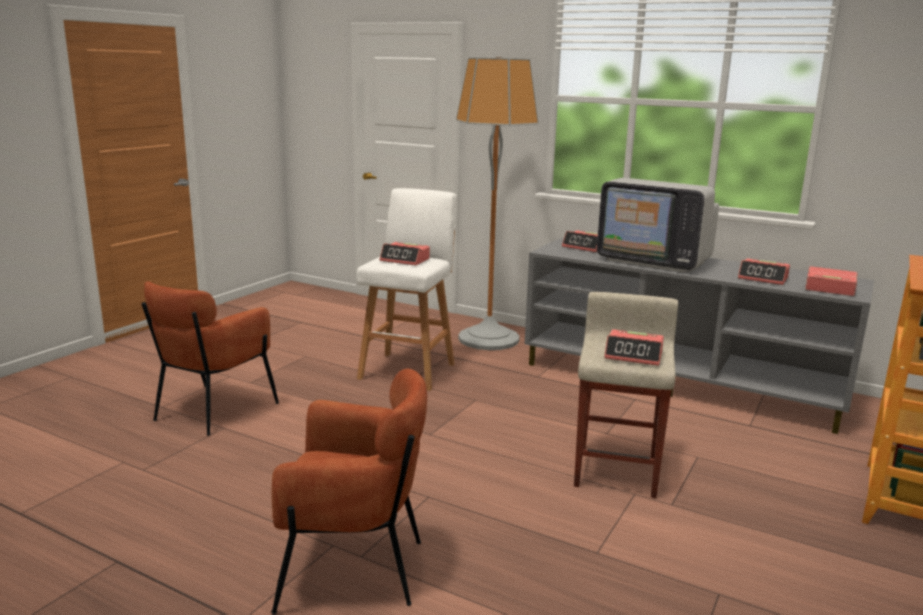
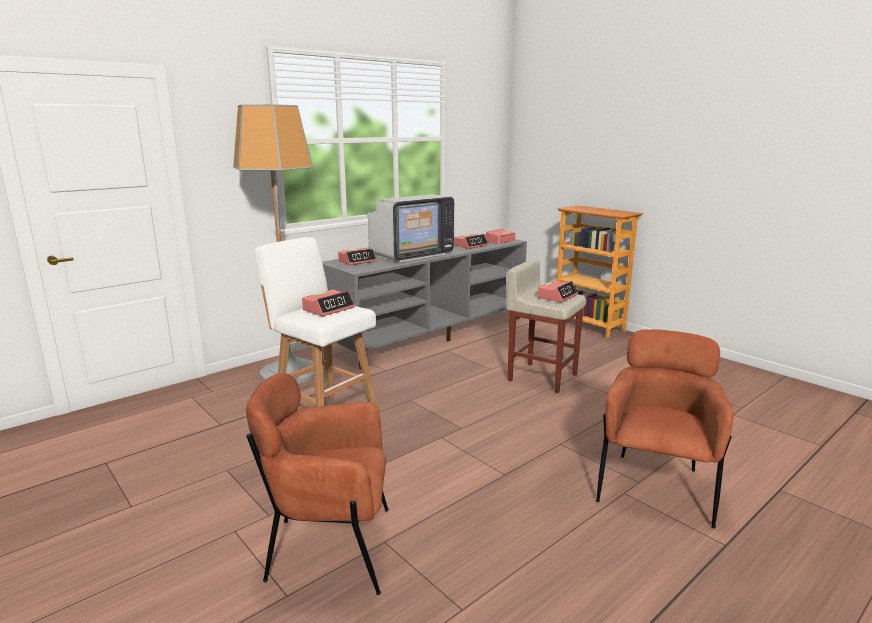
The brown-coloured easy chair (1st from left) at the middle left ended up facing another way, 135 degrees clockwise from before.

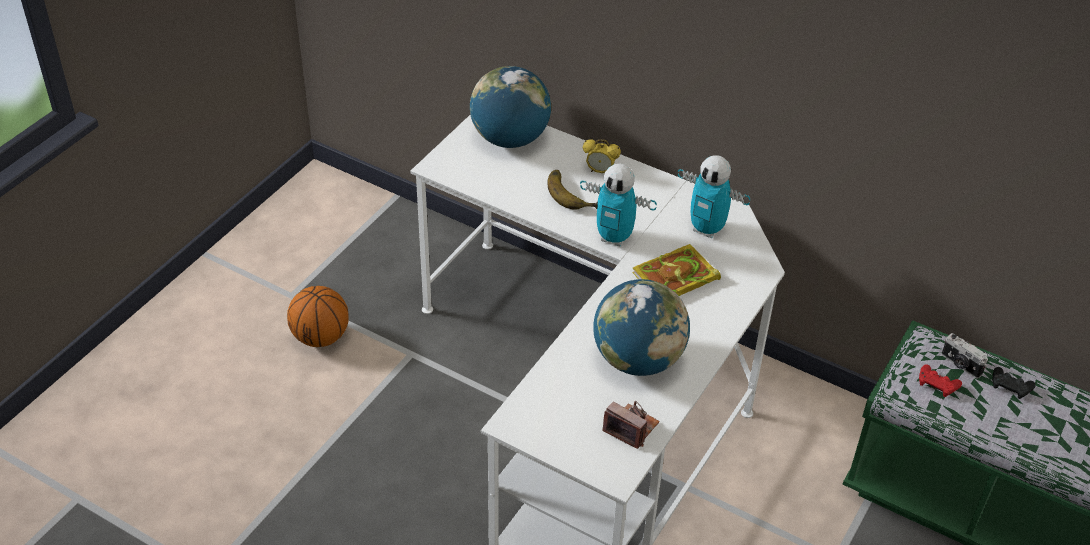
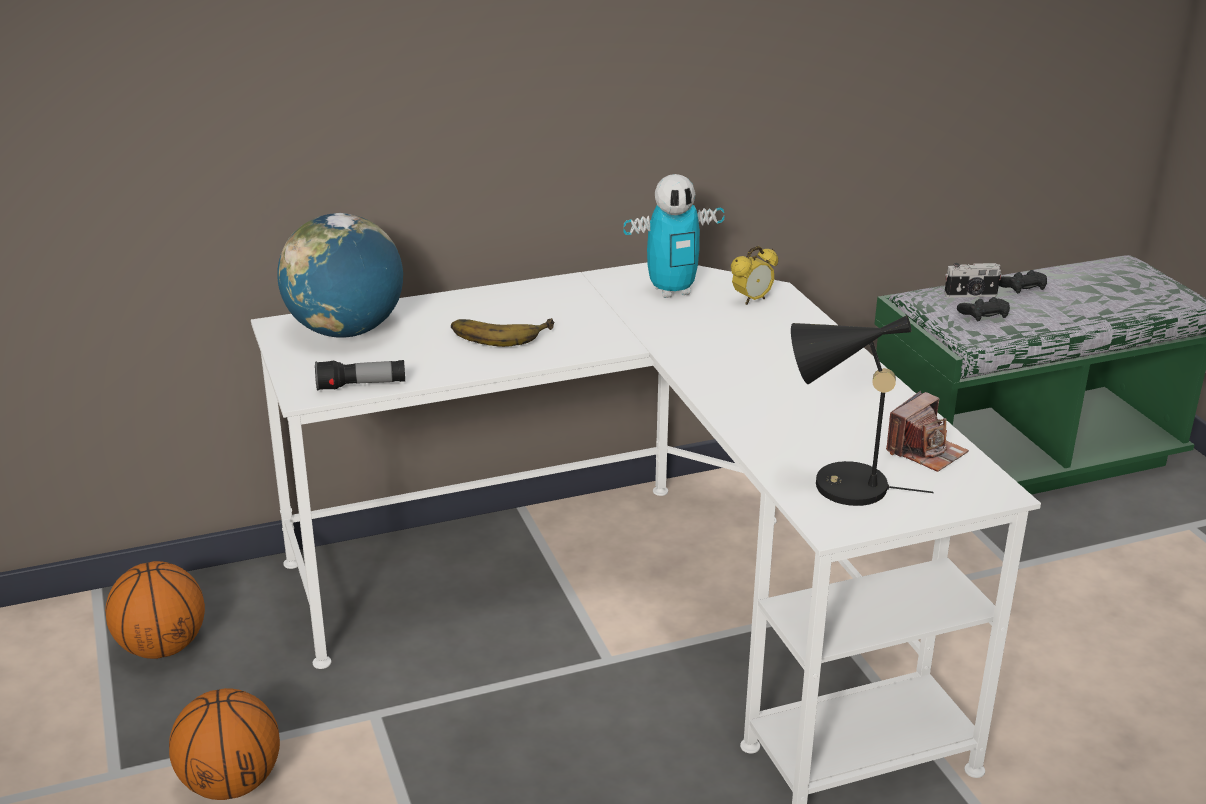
The alarm clock ended up elsewhere, having gone from the top centre to the centre. The second view lost the robot figure (1st from left) at the centre. The second view lost the book at the centre. The second view lost the desk globe (2nd from left) at the centre. What was the reddish game controller at the bottom right turned into the blackish game controller (1st from left) at the middle right. The still camera (1st from left) at the bottom centre ended up facing another way, 150 degrees clockwise from before. The second view gained the blackish tabletop lamp at the middle right. The second view gained the flashlight at the middle left. The second view gained the basketball ball (1st from left) at the bottom left.

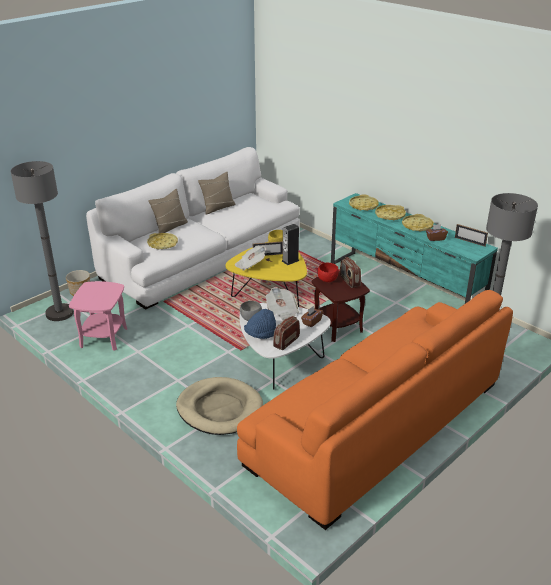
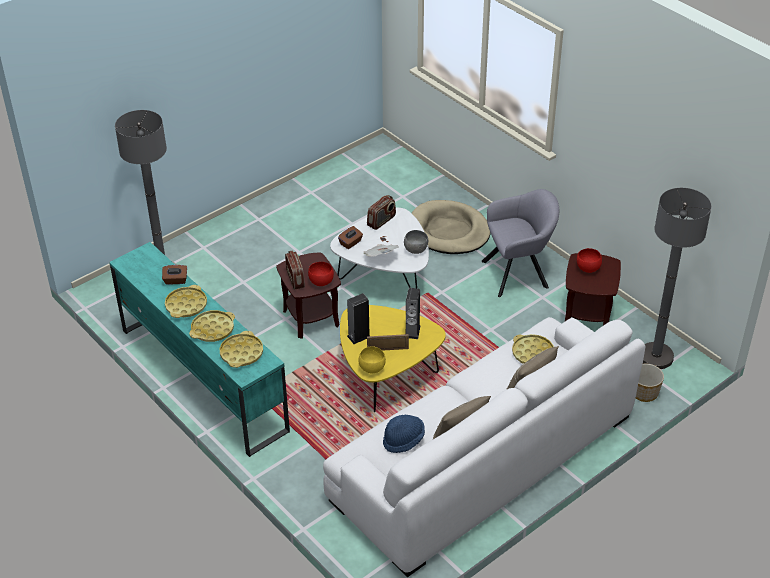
The second view lost the picture frame (2nd from left) at the middle right. Where the daily paper (1st from left) stood at the centre, the audio speaker (2nd from left) came to stand at the centre. What was the pink accent table at the middle left turned into the brown-coloured accent table (2nd from left) at the middle right. The second view lost the orangey settee at the bottom right. The blue clothing hat ended up elsewhere, having gone from the centre to the bottom centre. The second view gained the gray easy chair at the middle right. The second view gained the reddish bowl (2nd from left) at the middle right.

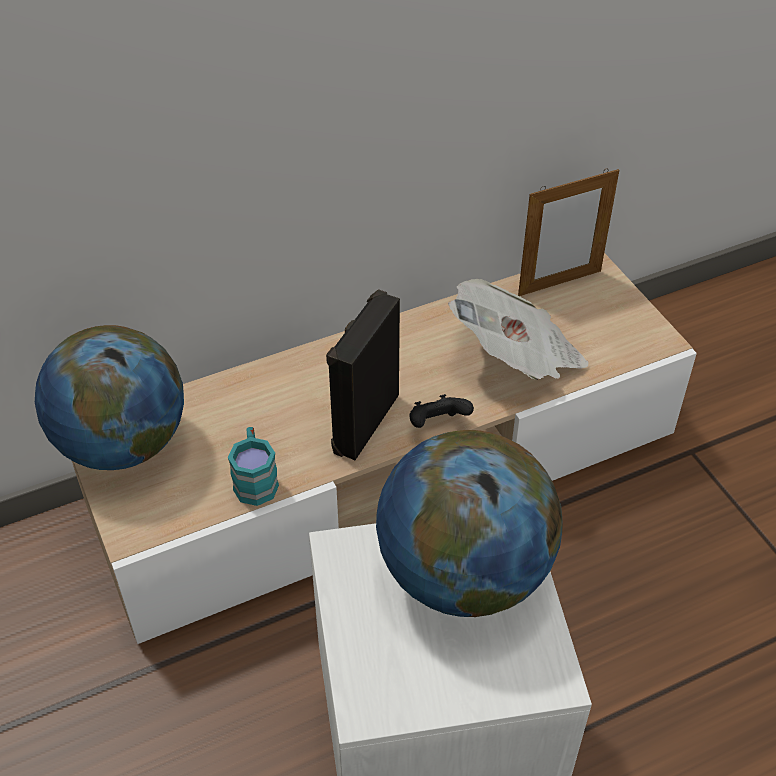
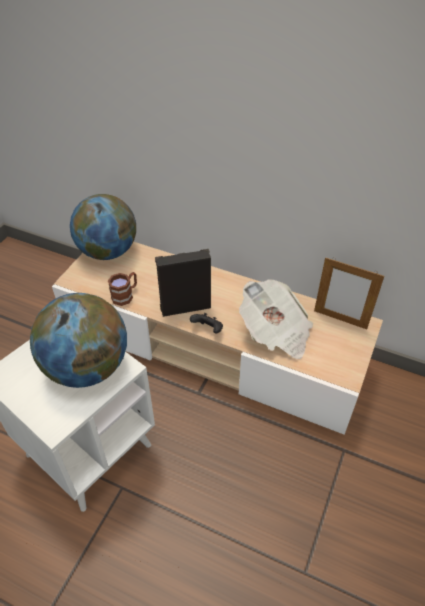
What was the blue-green tea mug at the middle left turned into the brown-coloured tea mug at the middle left.

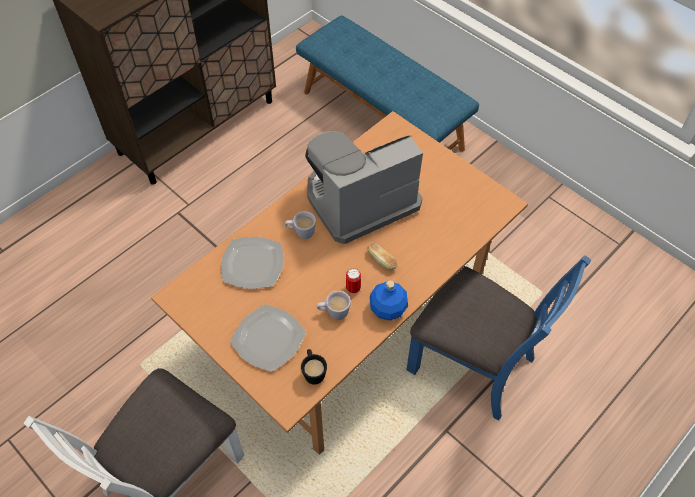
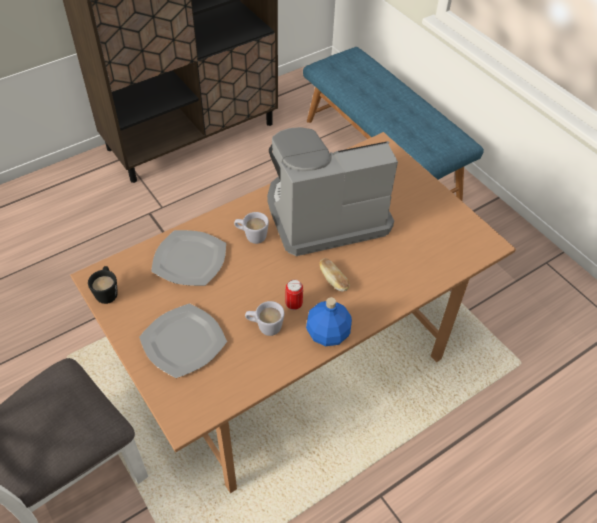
The second view lost the blue upright chair at the bottom right. The blackish tea mug ended up elsewhere, having gone from the bottom centre to the middle left.

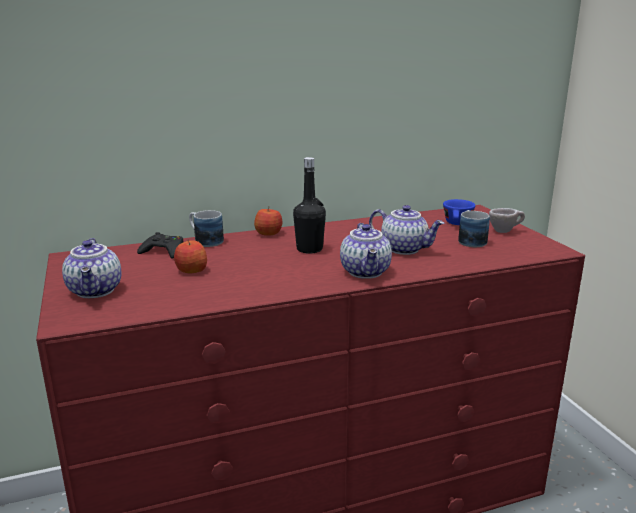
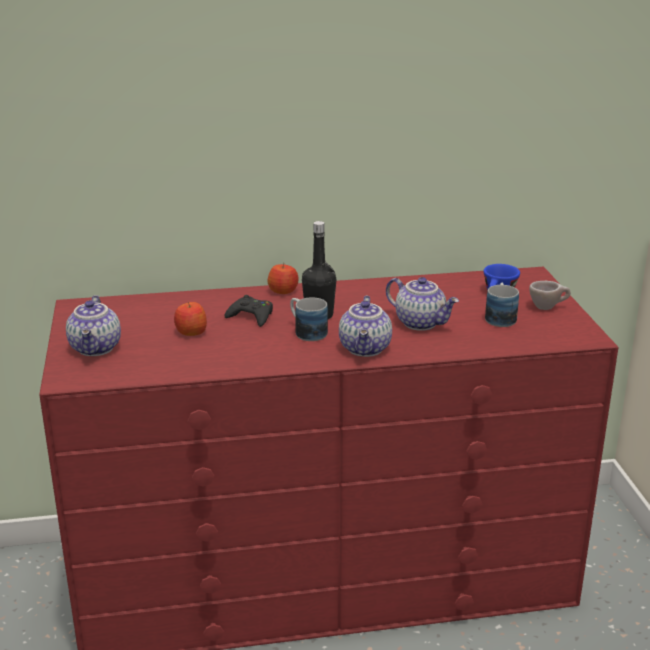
The tea mug (1st from left) ended up elsewhere, having gone from the middle left to the centre. The blackish game controller ended up elsewhere, having gone from the middle left to the centre.

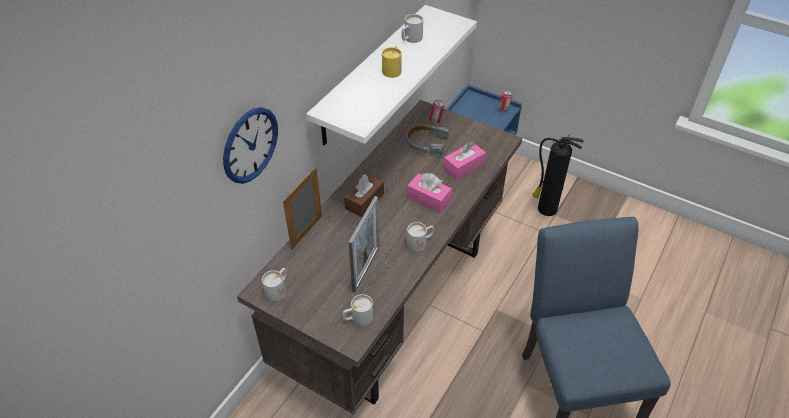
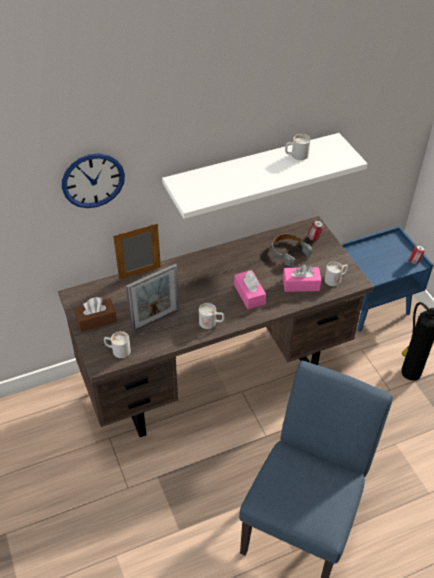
The second view lost the yellow-coloured tea mug at the top centre. The brown-coloured tissue holder ended up elsewhere, having gone from the centre to the middle left. The white tea mug (1st from left in the first image) ended up elsewhere, having gone from the bottom centre to the middle right.

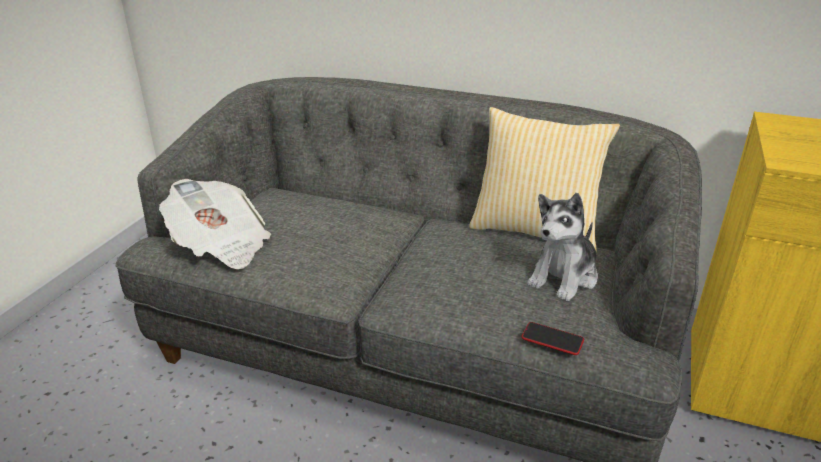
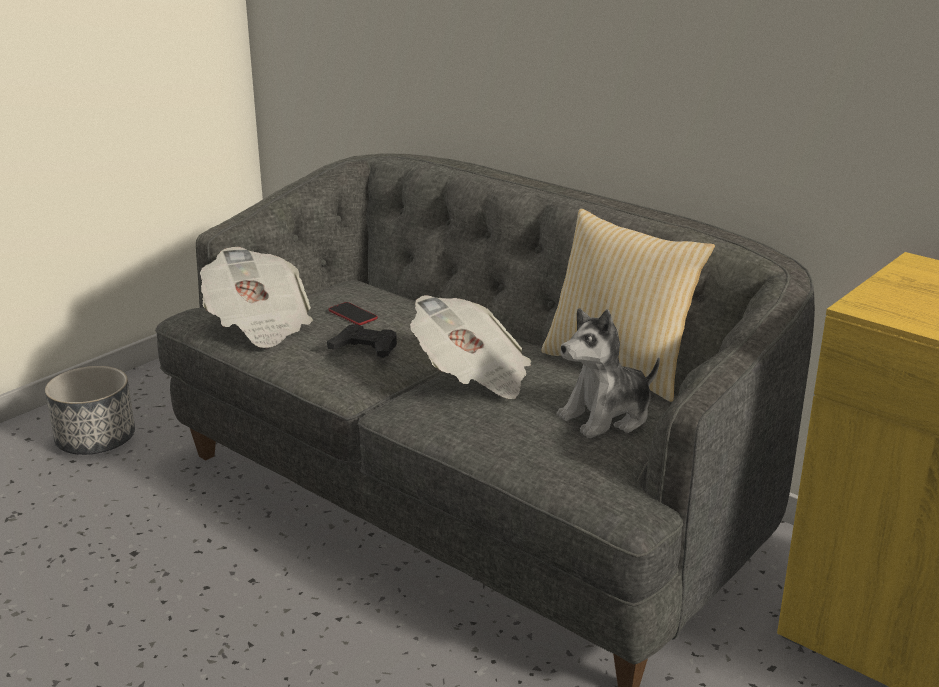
The phone ended up elsewhere, having gone from the bottom right to the centre. The second view gained the daily paper (2nd from left) at the centre. The second view gained the blackish game controller at the centre. The second view gained the plant pot at the middle left.

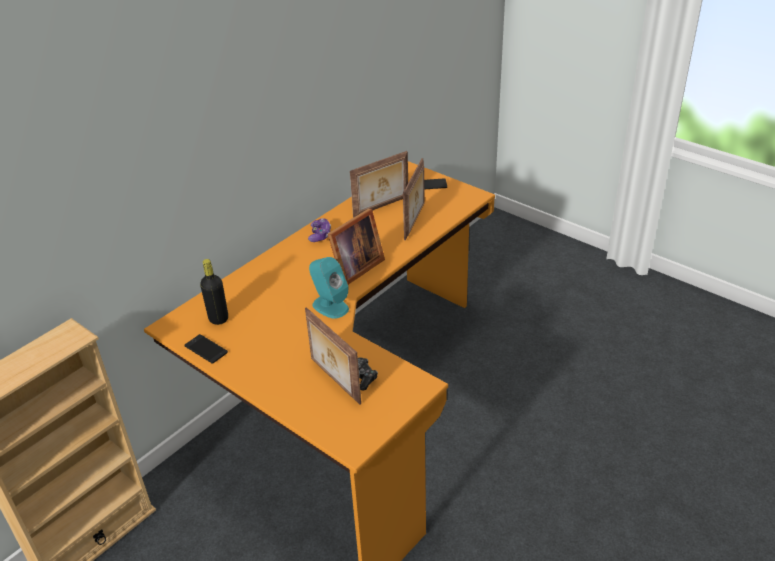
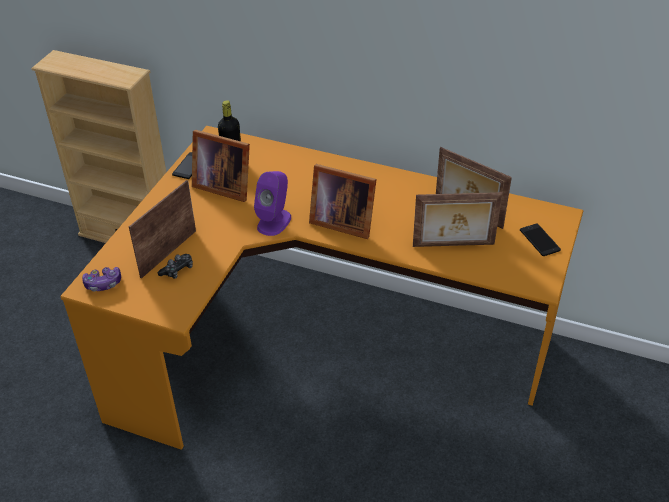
The game controller (1st from left) ended up elsewhere, having gone from the centre to the middle left. What was the blue-green audio speaker at the centre turned into the purple audio speaker at the centre. The second view gained the picture frame (2nd from left) at the top left.

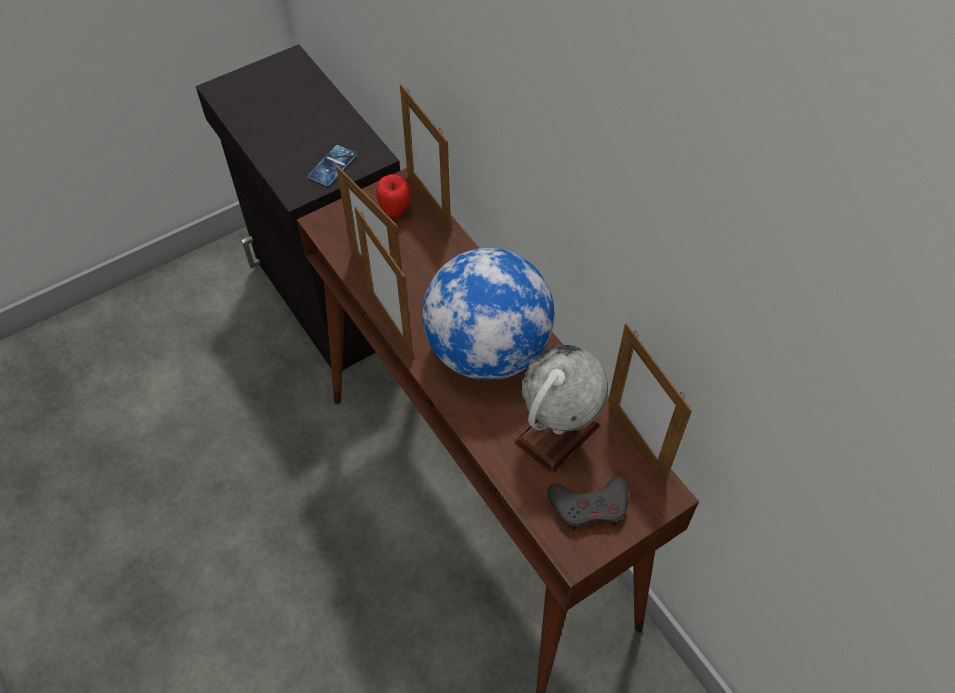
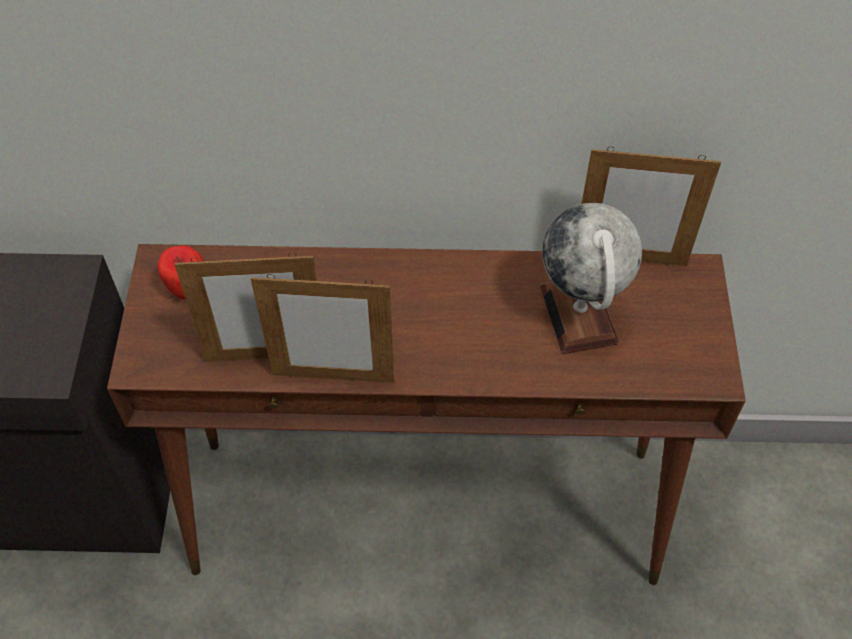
The second view lost the picture frame (3rd from left) at the top centre. The second view lost the phone at the top centre. The second view lost the desk globe (1st from left) at the centre. The second view lost the gray game controller at the bottom centre.

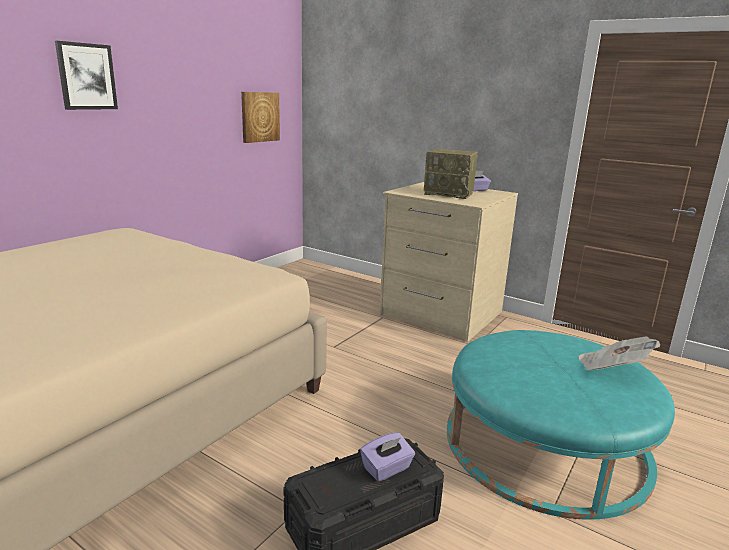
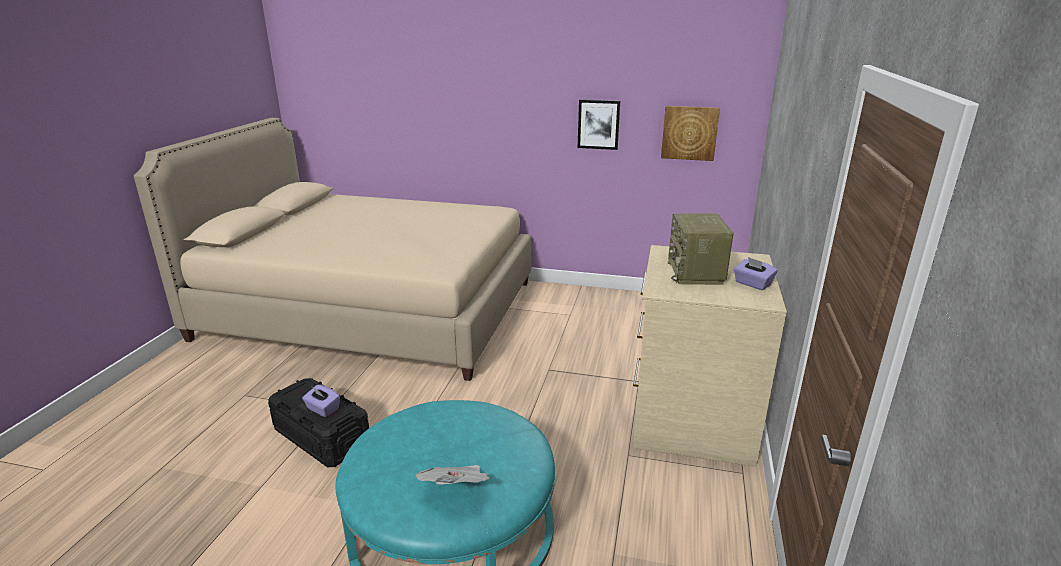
The wall picture (1st from left) ended up elsewhere, having gone from the top left to the top centre.

